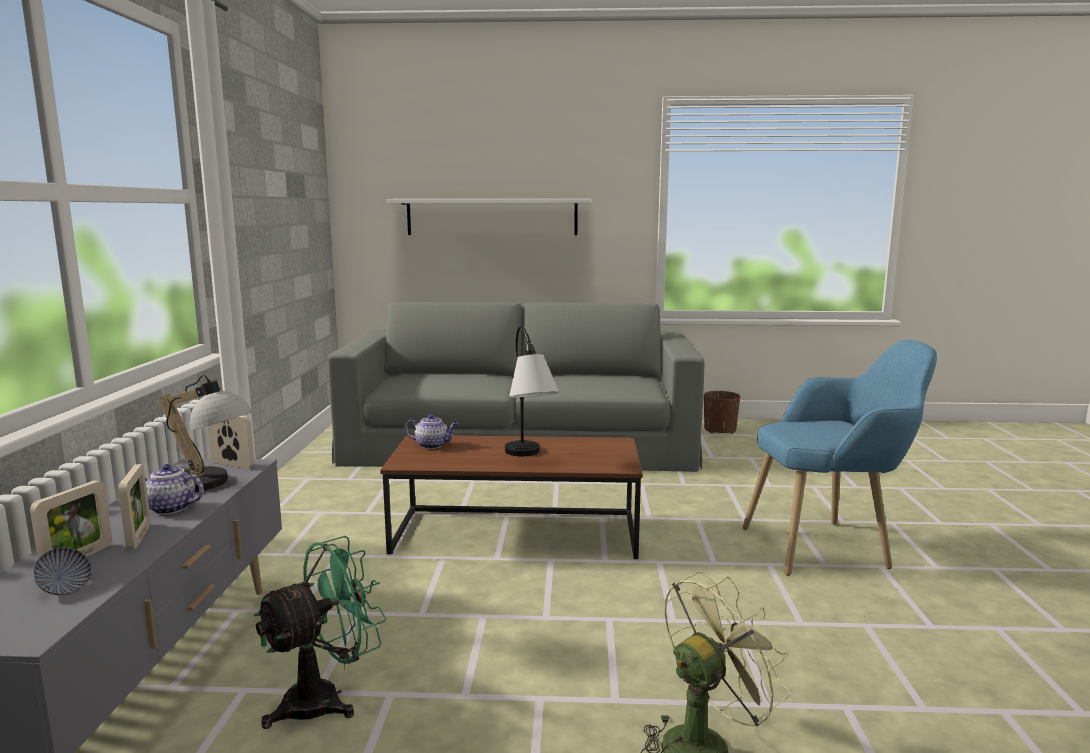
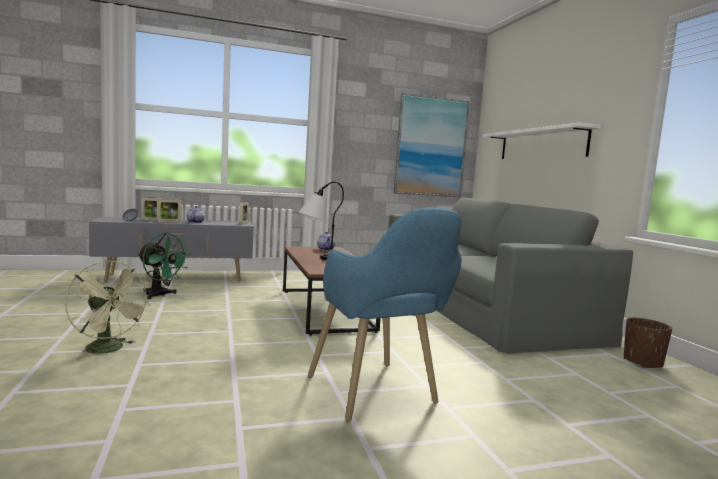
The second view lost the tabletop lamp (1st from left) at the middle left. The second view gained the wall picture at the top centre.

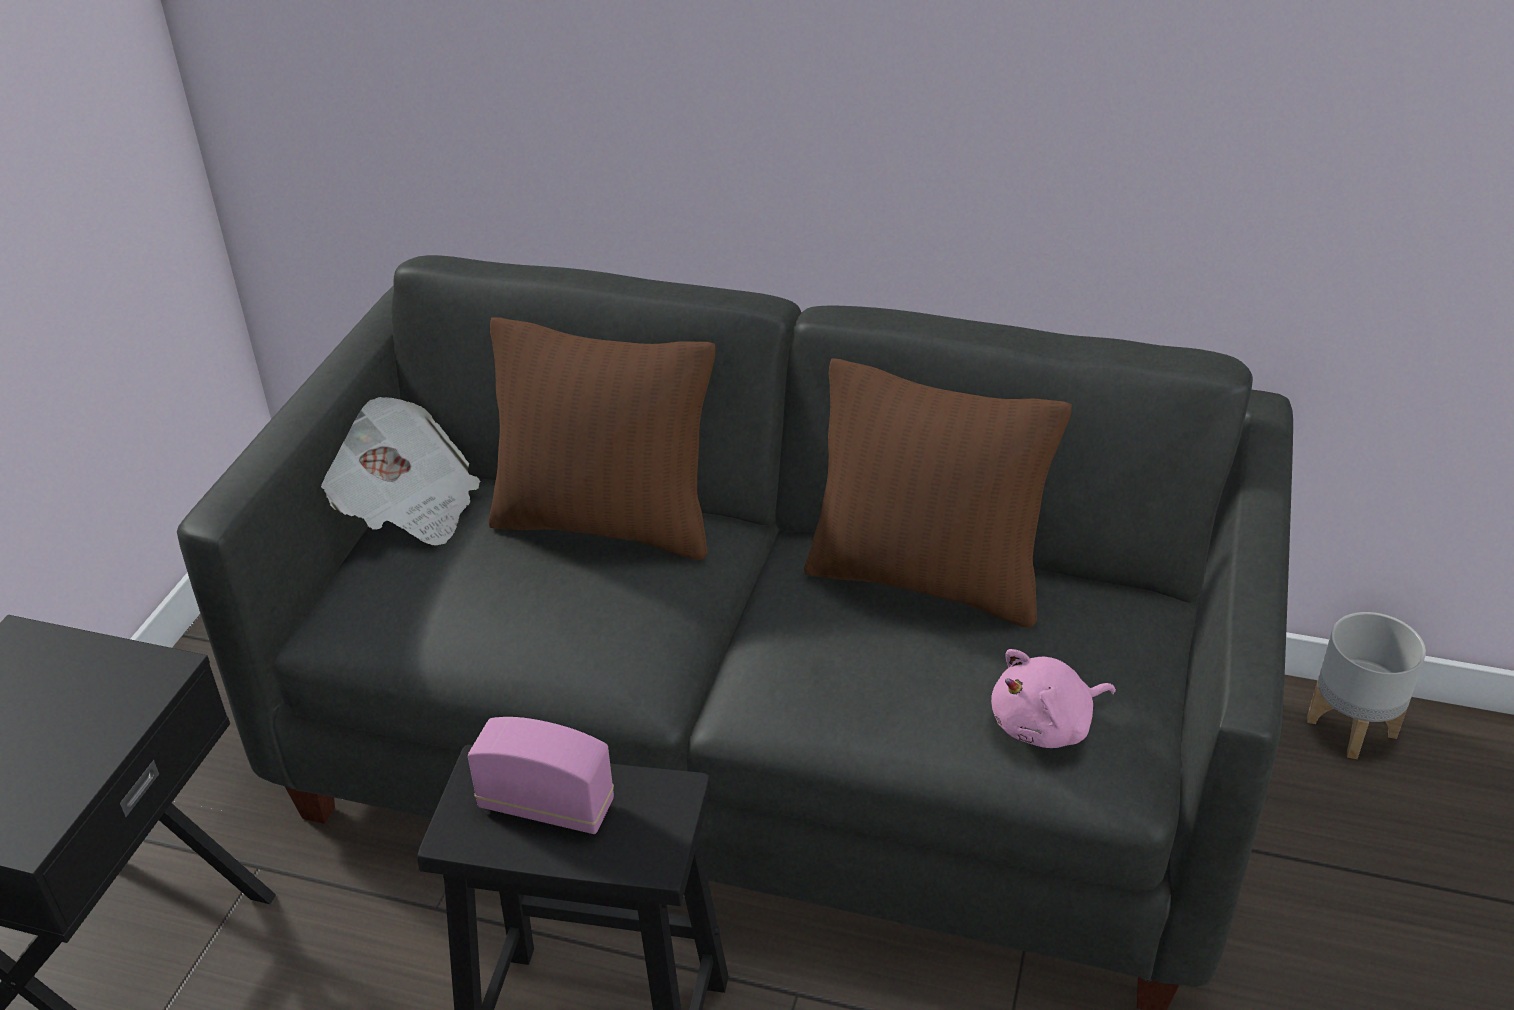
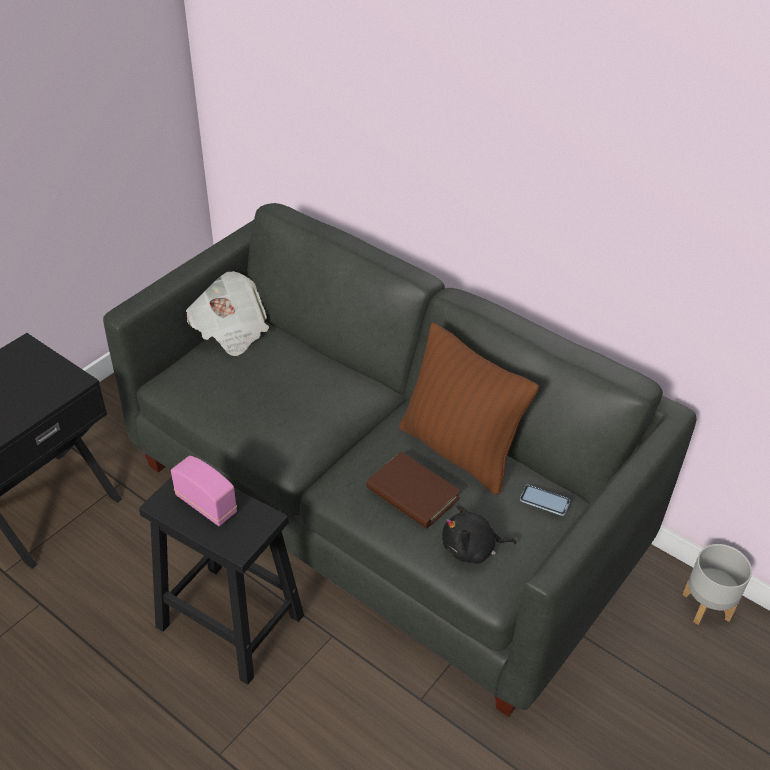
The second view lost the brown-coloured cushion (1st from left) at the centre. What was the pink plush toy at the bottom right turned into the blackish plush toy at the bottom centre. The second view gained the brown-coloured book at the centre. The second view gained the phone at the middle right.

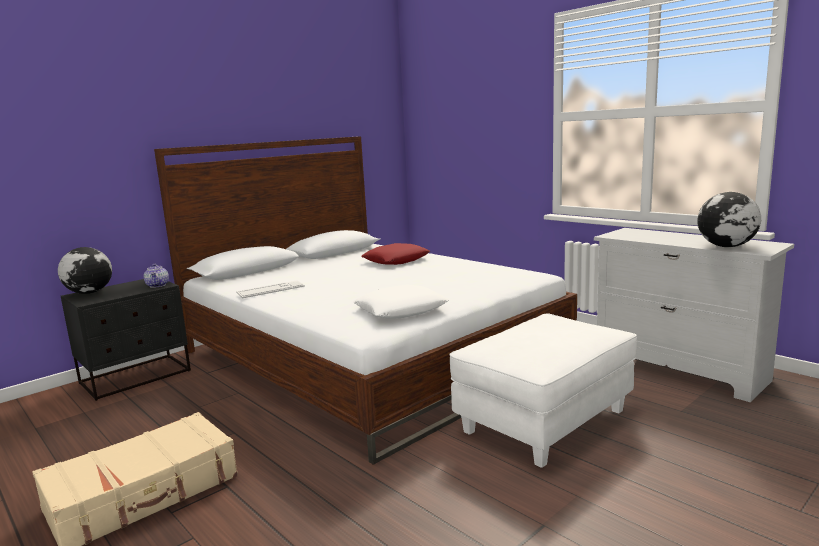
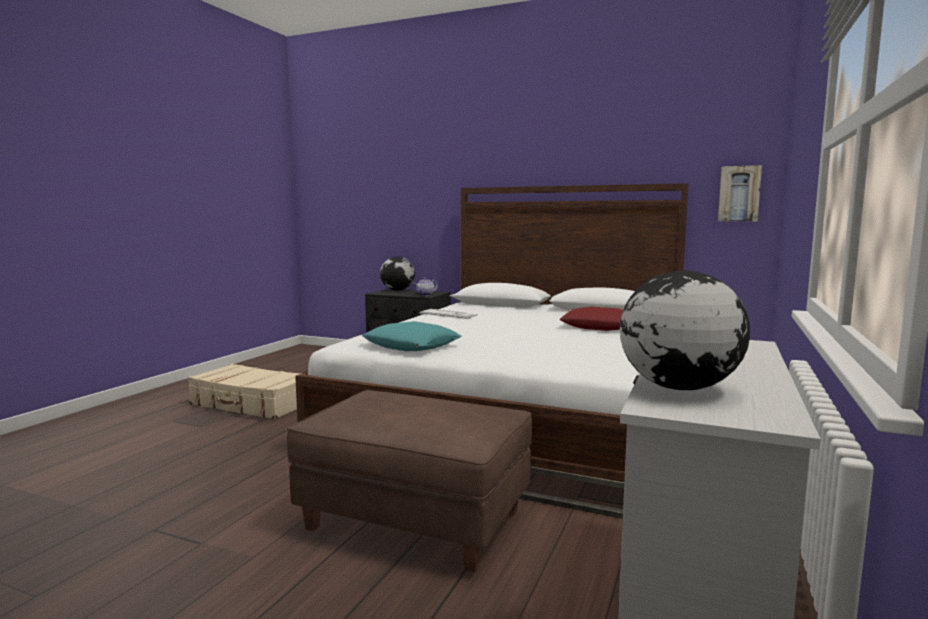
What was the white cushion at the centre turned into the blue-green cushion at the centre. What was the white ottoman at the bottom centre turned into the brown-coloured ottoman at the bottom centre. The second view gained the wall picture at the top right.

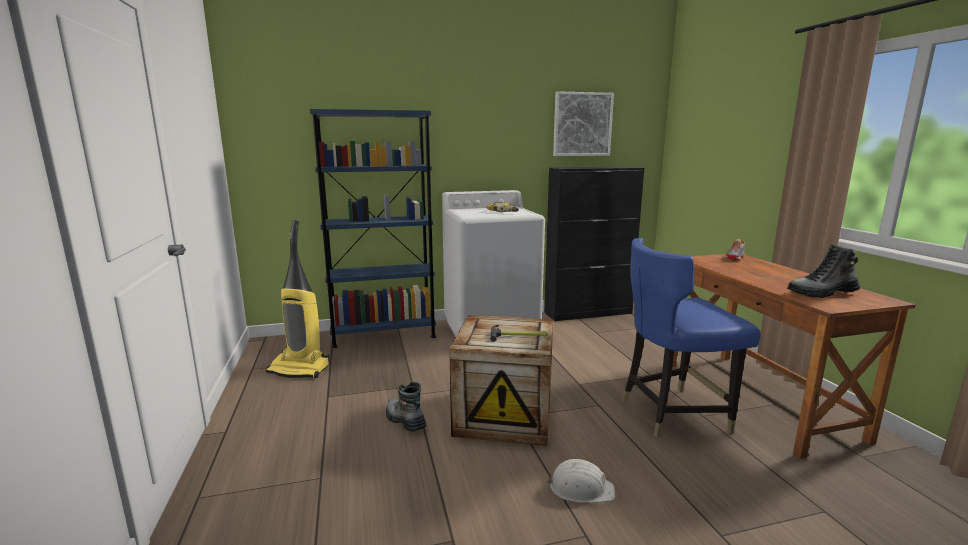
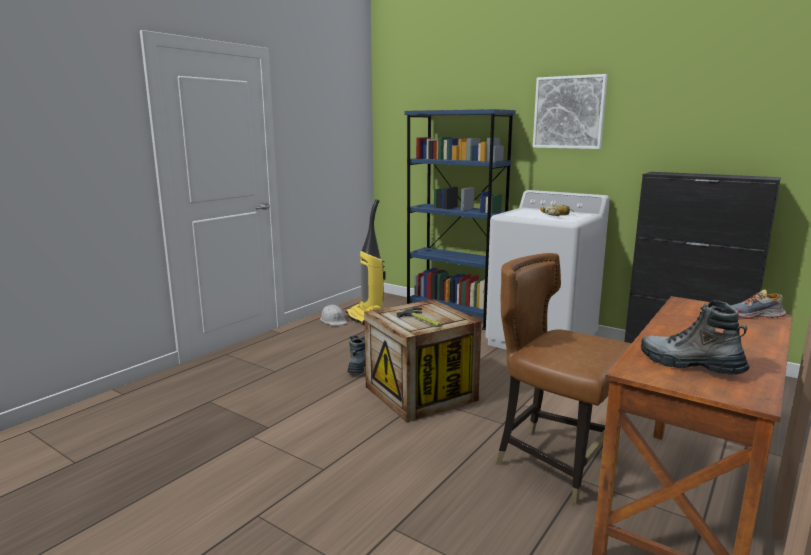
The wall picture ended up elsewhere, having gone from the top centre to the top right. What was the blue upright chair at the middle right turned into the brown-coloured upright chair at the bottom right. The white hard hat ended up elsewhere, having gone from the bottom centre to the centre.

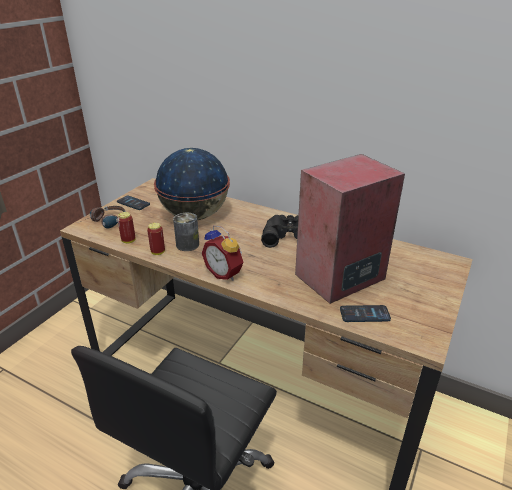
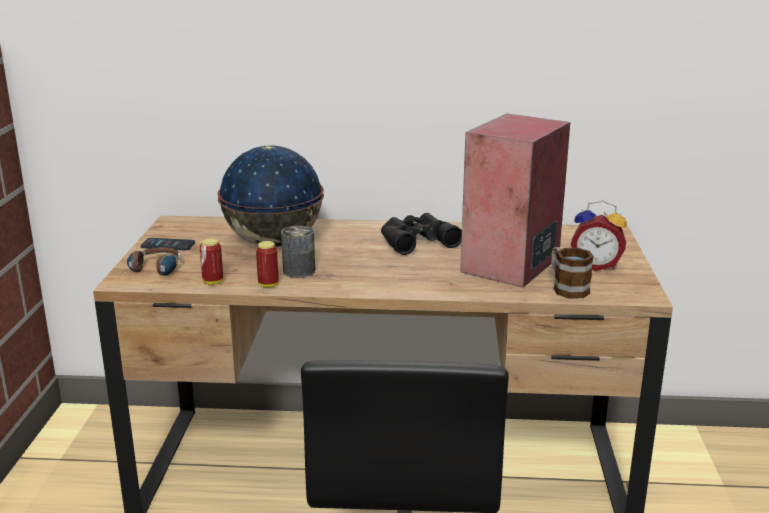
The alarm clock ended up elsewhere, having gone from the centre to the middle right. Where the phone (2nd from left) stood at the middle right, the tea mug came to stand at the middle right.

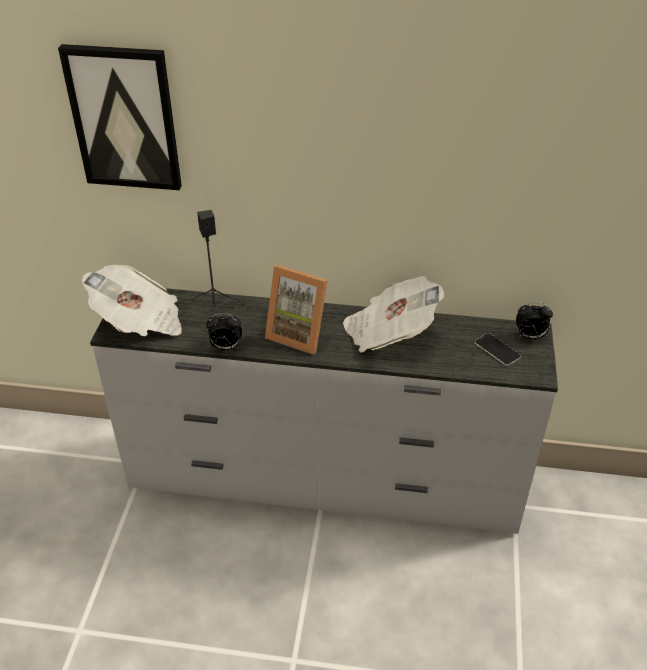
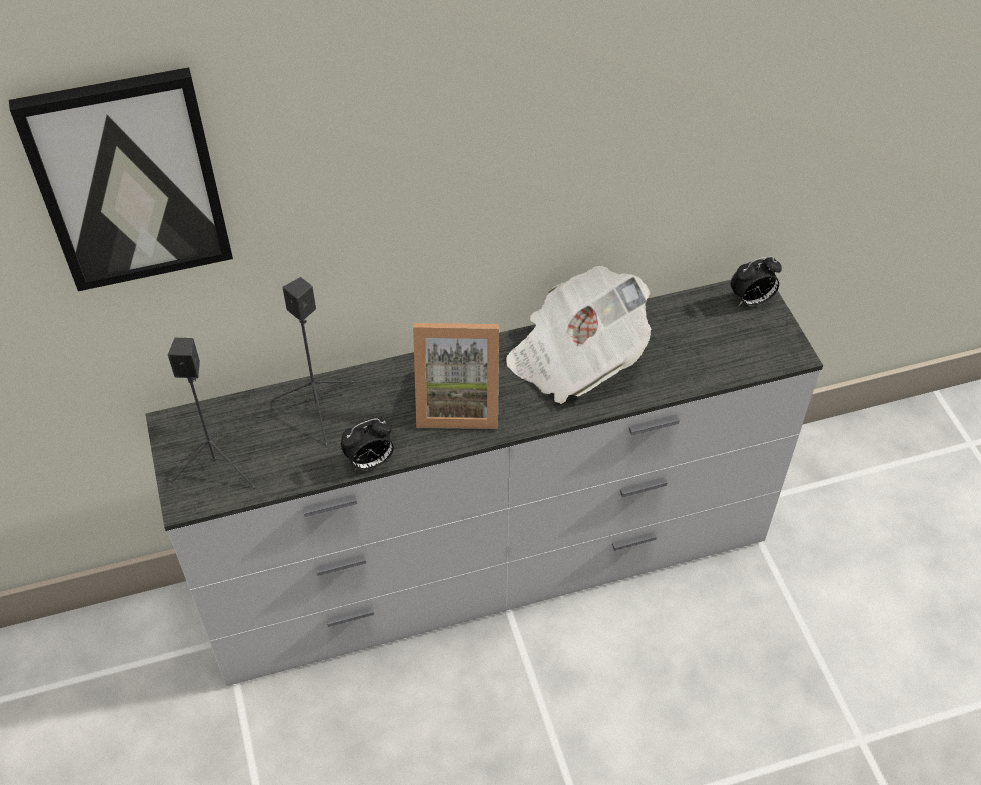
Where the daily paper (1st from left) stood at the middle left, the blackish audio speaker (1st from left) came to stand at the middle left. The second view lost the phone at the middle right.

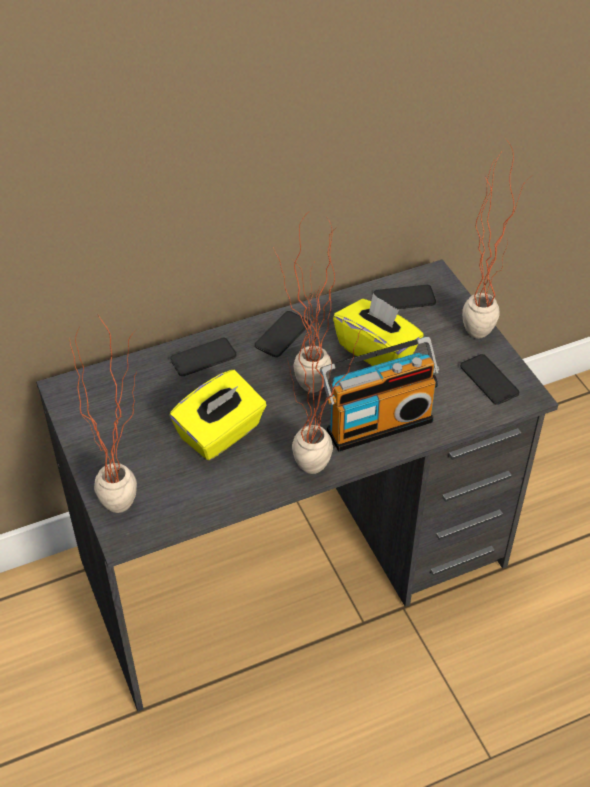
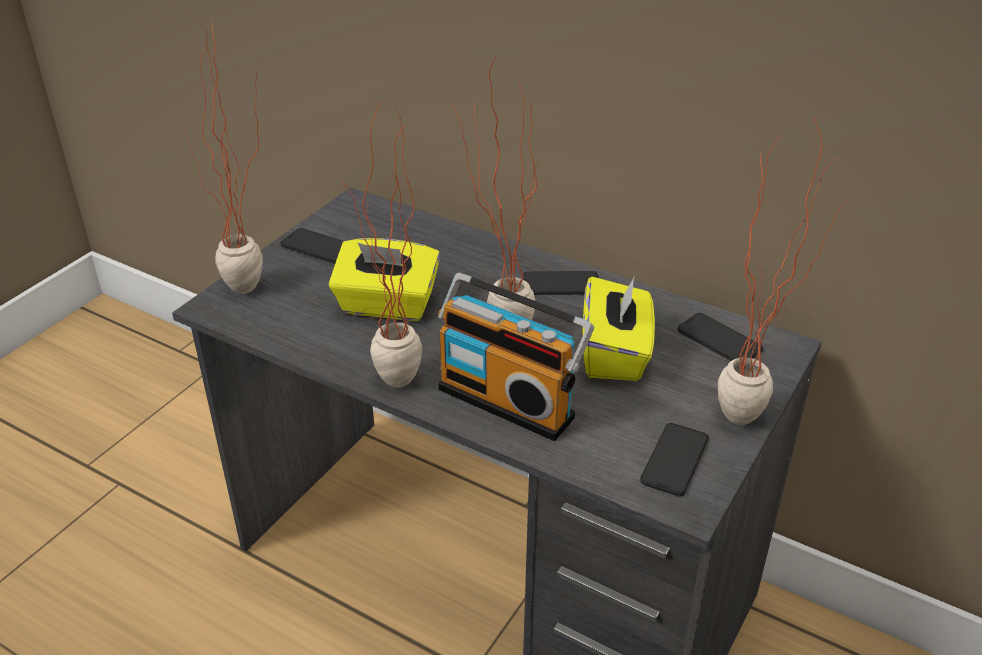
The phone (1st from left) ended up elsewhere, having gone from the centre to the middle left.

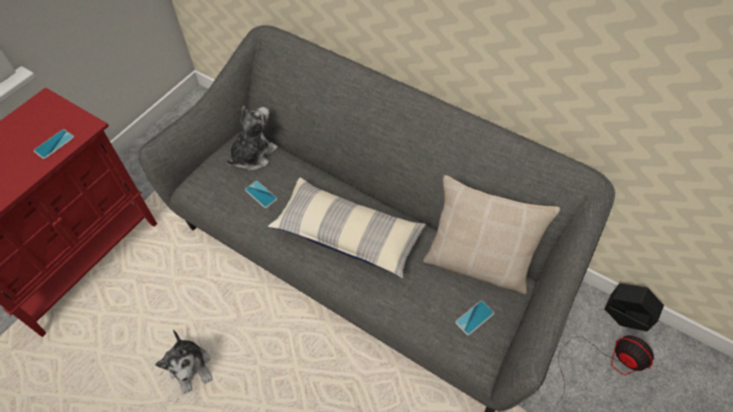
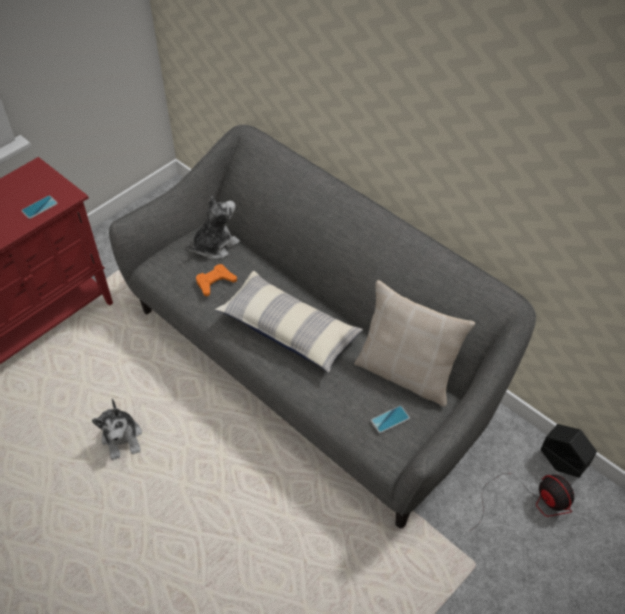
Where the phone (2nd from left) stood at the centre, the orangey game controller came to stand at the centre.

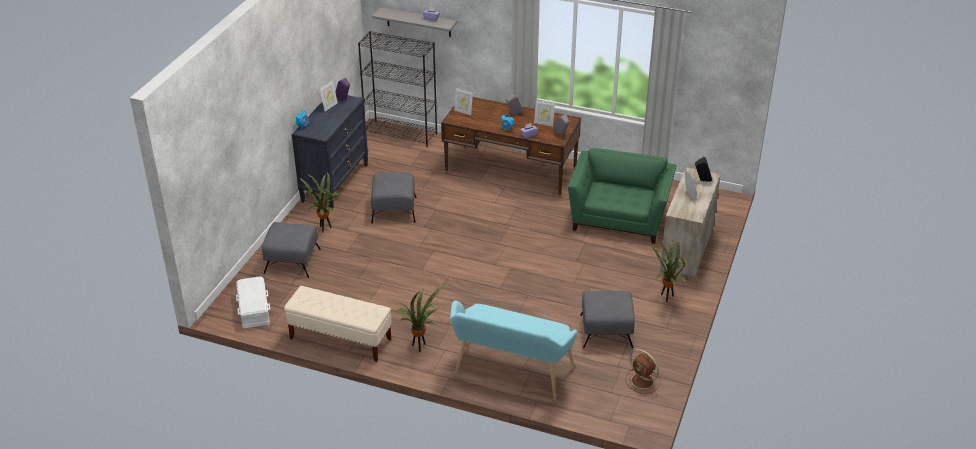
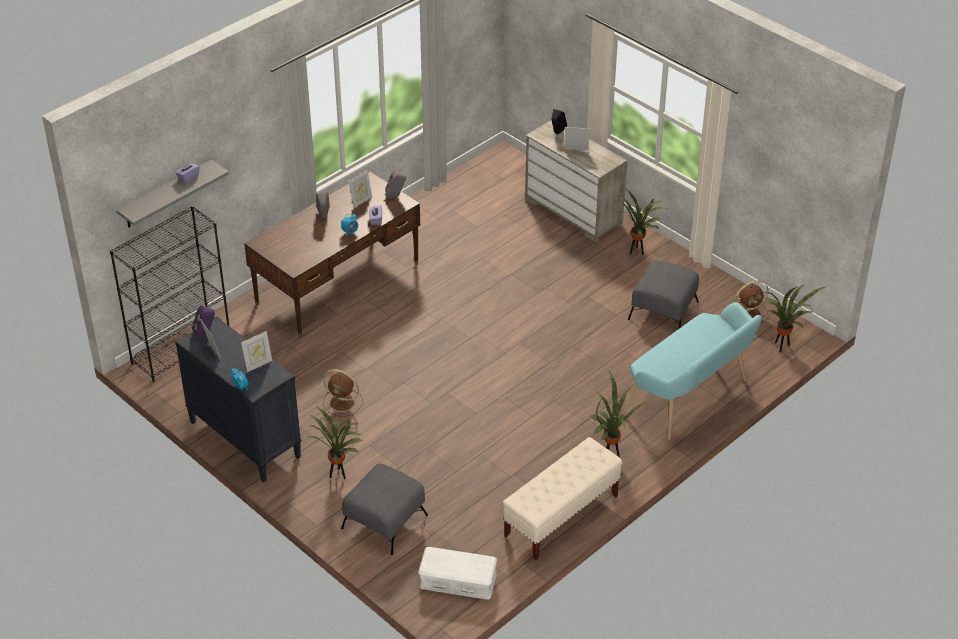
The picture frame (2nd from left) ended up elsewhere, having gone from the top centre to the middle left. The second view lost the green-coloured easy chair at the centre. Where the gray ottoman (2nd from left) stood at the centre, the brown-coloured fan (1st from left) came to stand at the centre. The second view gained the houseplant (4th from left) at the middle right.

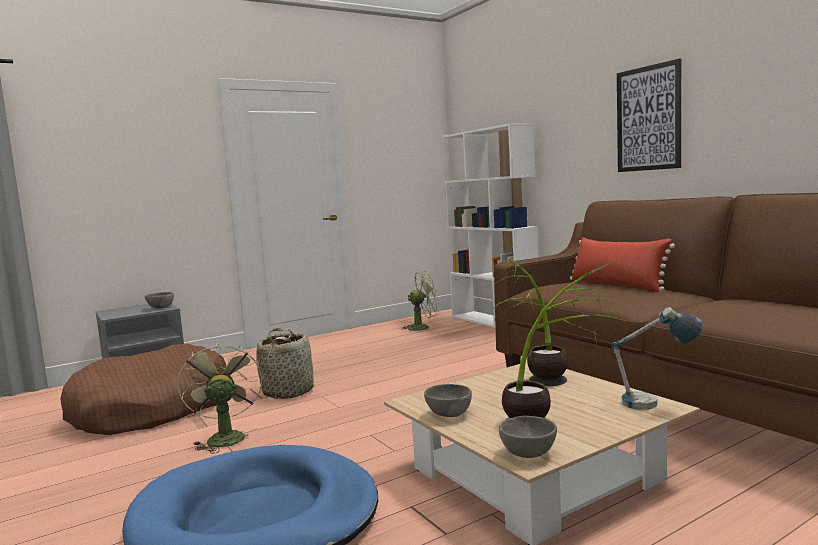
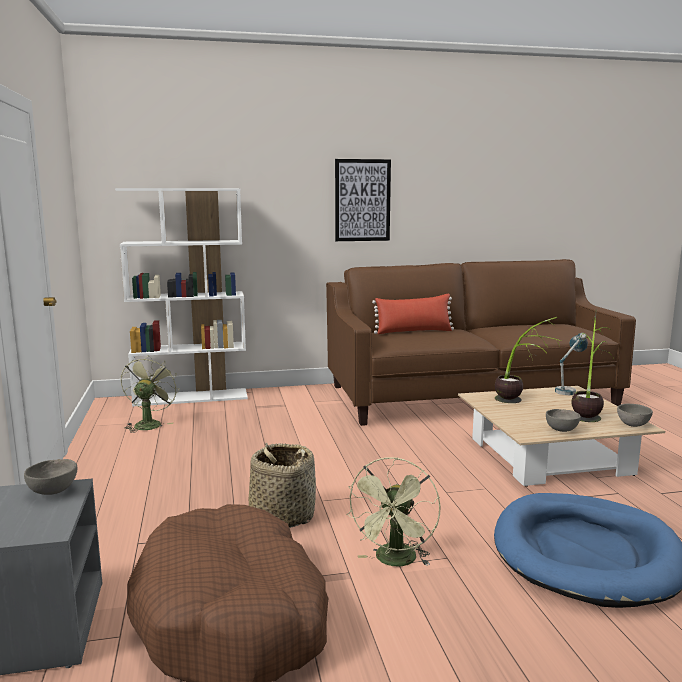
The green-coloured fan (1st from left in the first image) at the bottom left ended up facing another way, 75 degrees counterclockwise from before.

